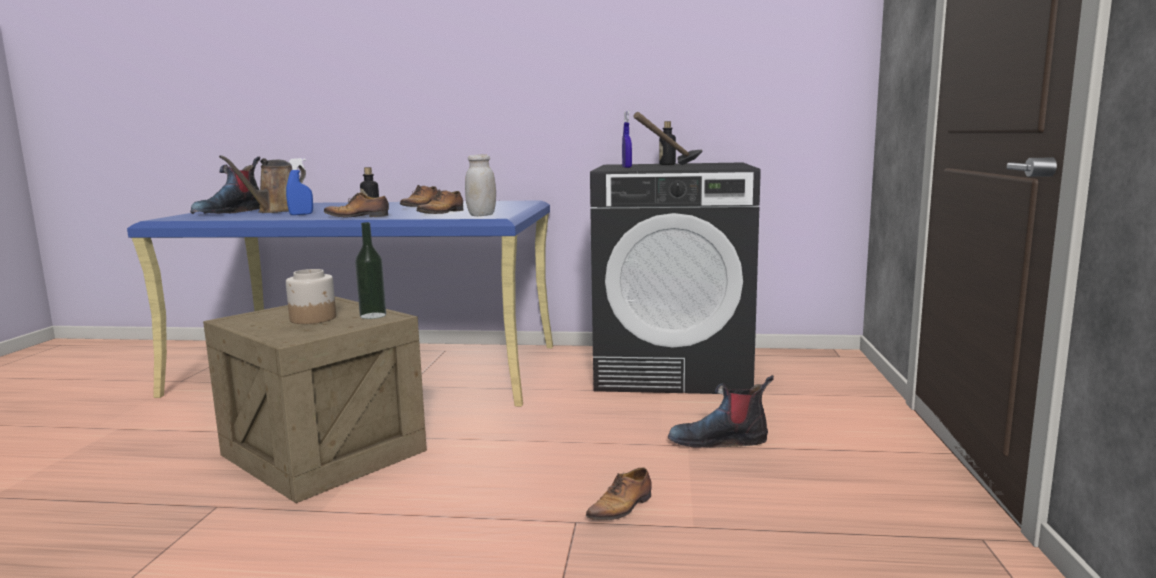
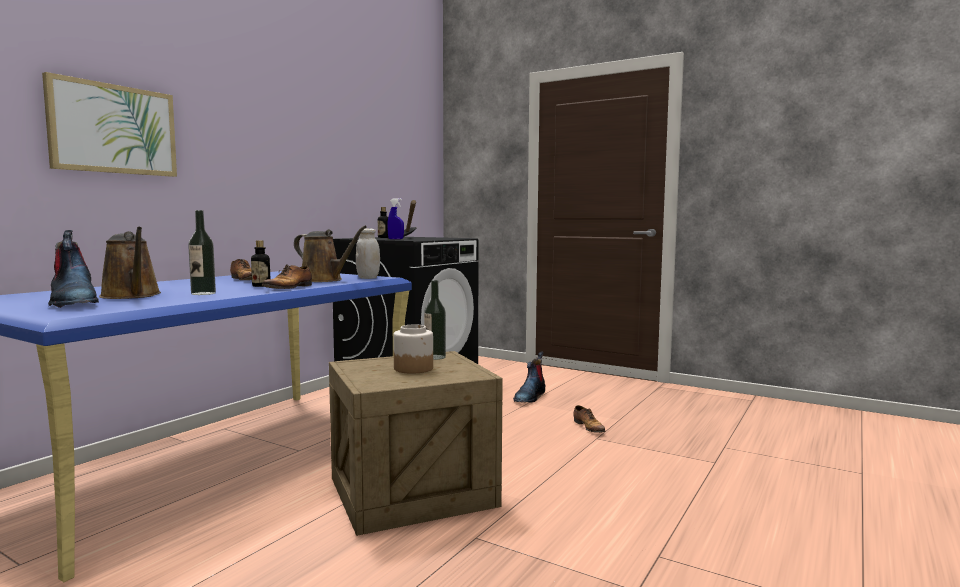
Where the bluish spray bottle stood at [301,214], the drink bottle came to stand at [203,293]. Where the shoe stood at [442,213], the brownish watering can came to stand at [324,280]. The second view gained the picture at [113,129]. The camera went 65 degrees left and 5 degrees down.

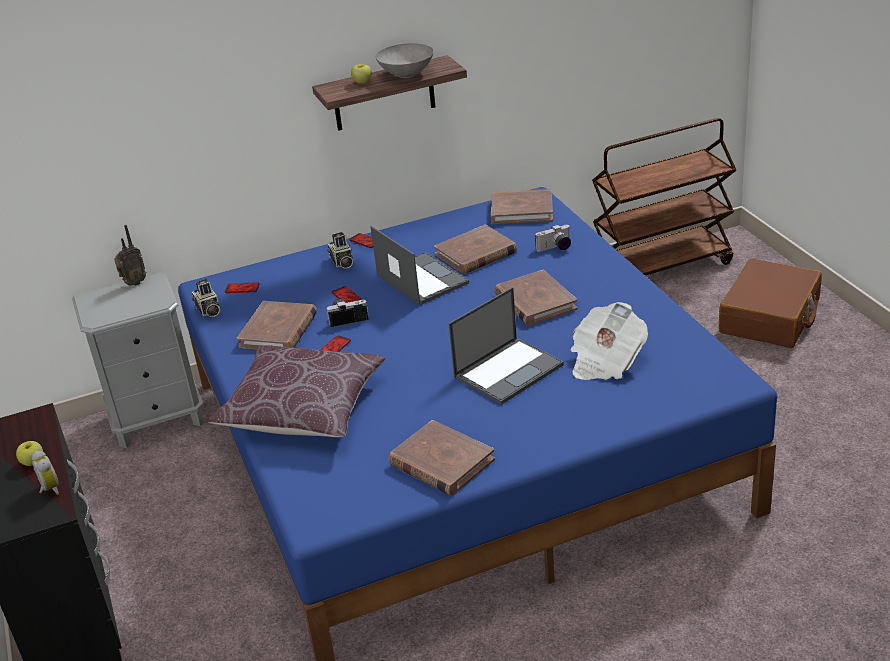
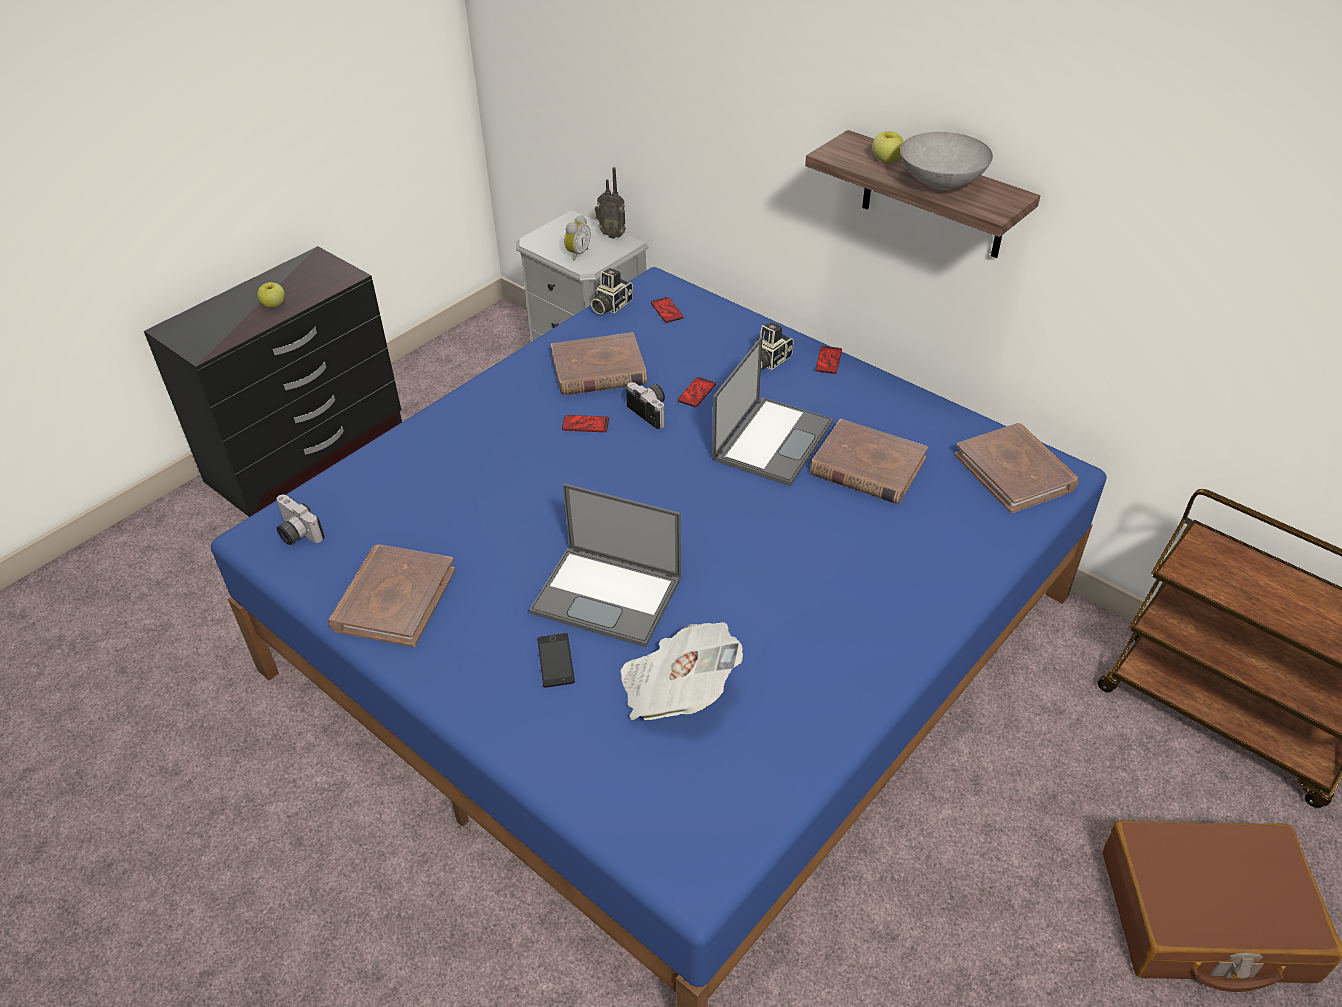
The alarm clock ended up elsewhere, having gone from [49,489] to [577,254]. The second view lost the brownish pillow at [303,409]. The second view lost the brownish volume at [535,302]. The still camera ended up elsewhere, having gone from [555,248] to [296,533]. The second view gained the telephone at [555,660]. The camera went 60 degrees right and 10 degrees up.

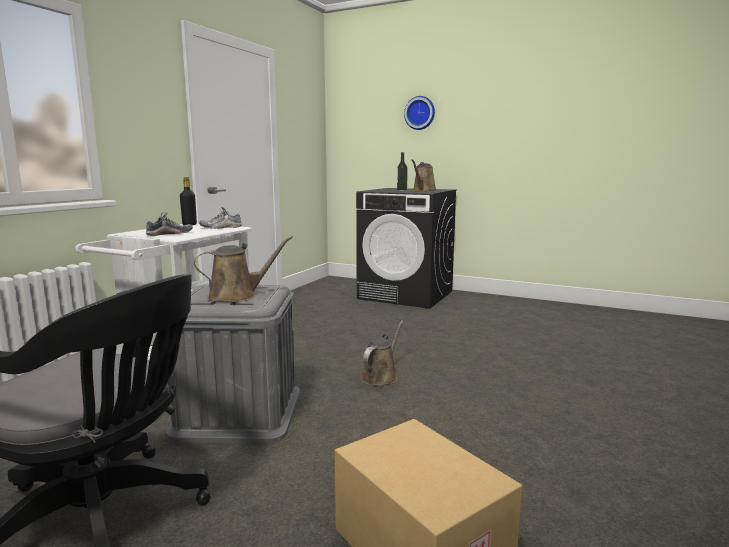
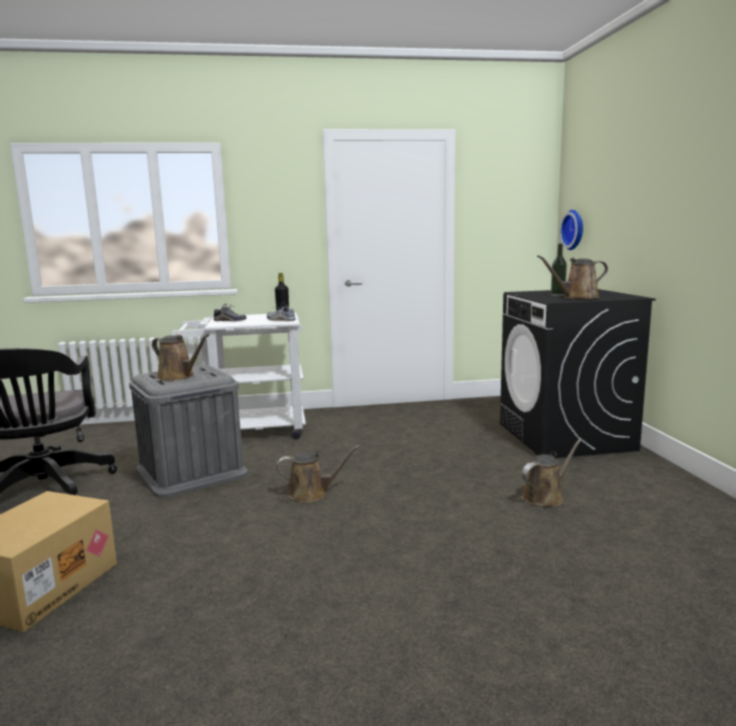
The clock on the wall ended up elsewhere, having gone from [420,113] to [574,230]. The second view gained the brownish watering can at [545,497]. The camera went 55 degrees right and 0 degrees up.

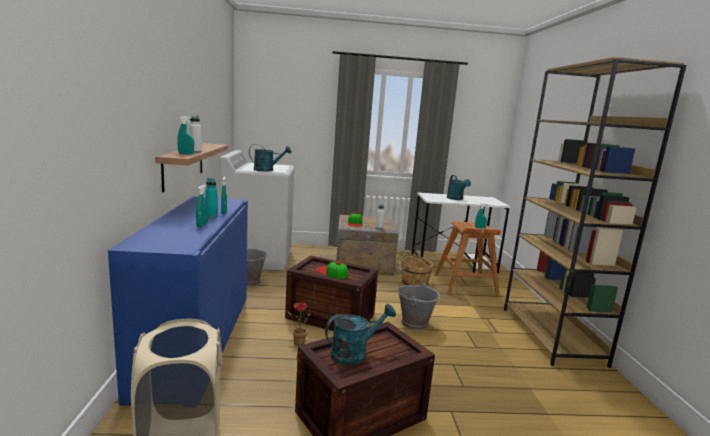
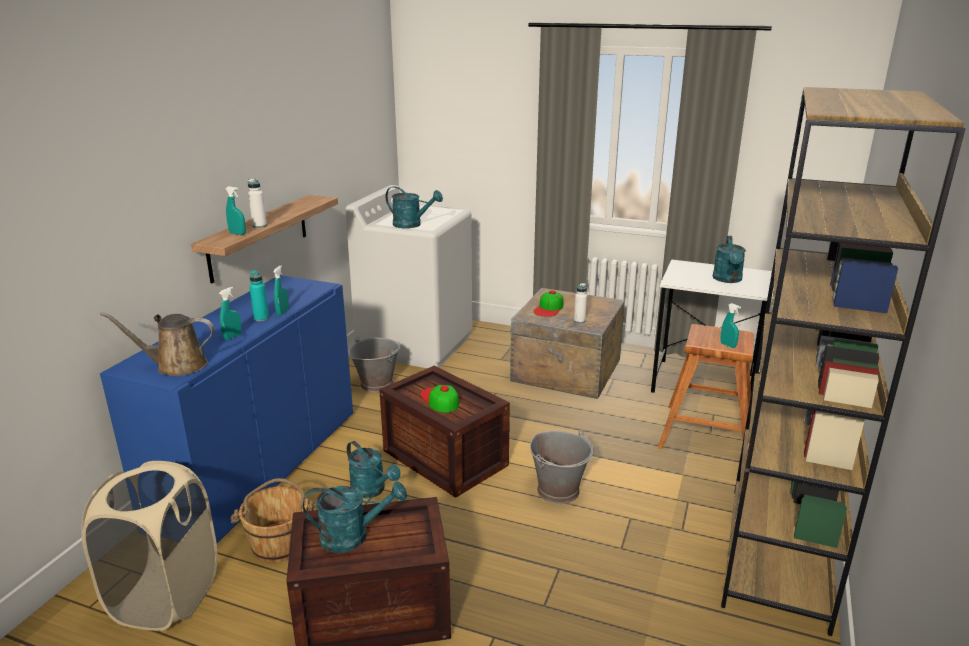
Where the houseplant stood at [297,342], the turquoise watering can came to stand at [372,490]. The brownish water bucket ended up elsewhere, having gone from [414,283] to [279,543]. The second view gained the brownish watering can at [176,366]. The camera went 25 degrees right and 10 degrees up.

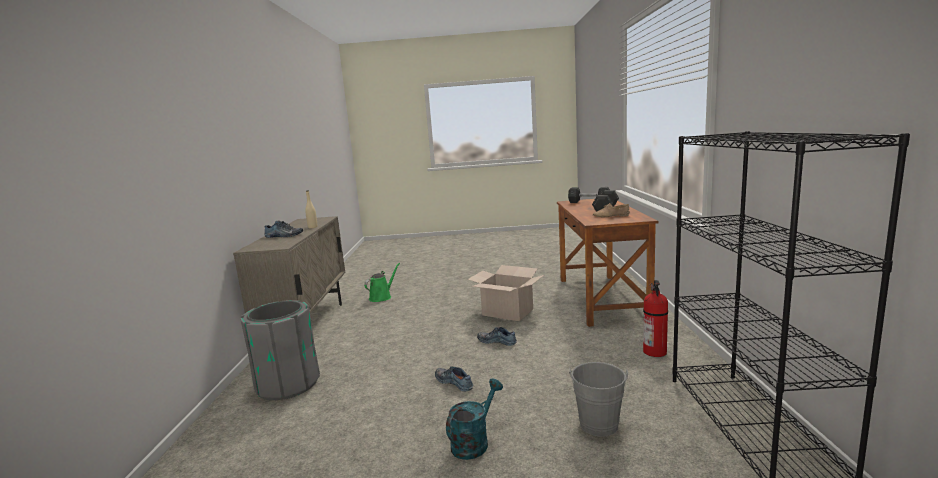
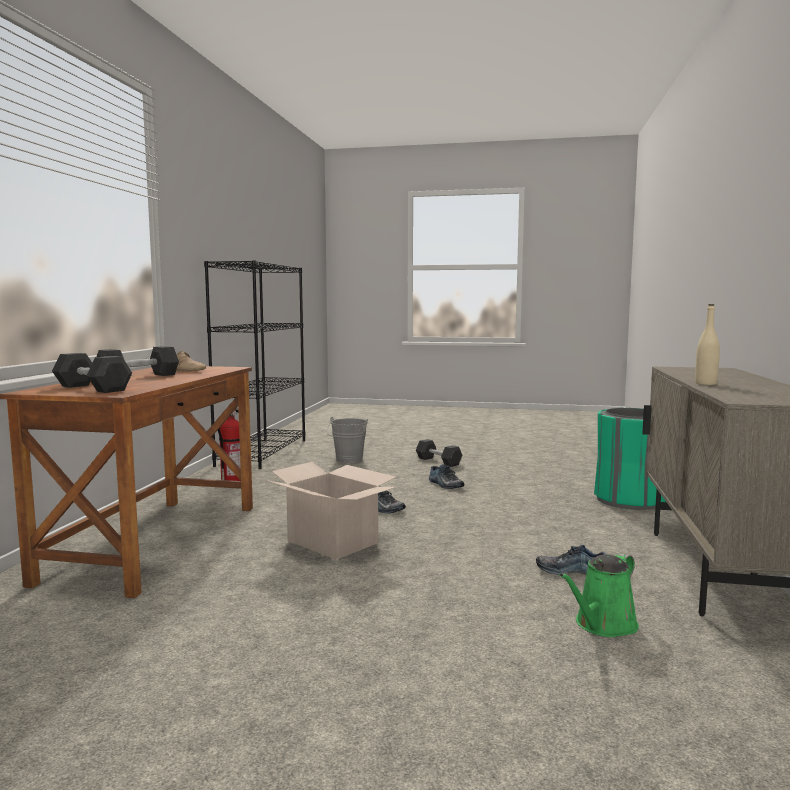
What was the greyish waste bin at [287,384] turned into the green-coloured waste bin at [629,500]. The shoe ended up elsewhere, having gone from [283,236] to [571,570]. Where the turquoise watering can stood at [474,442], the greyish dumbbell came to stand at [438,461]. The camera went 170 degrees left and 5 degrees down.

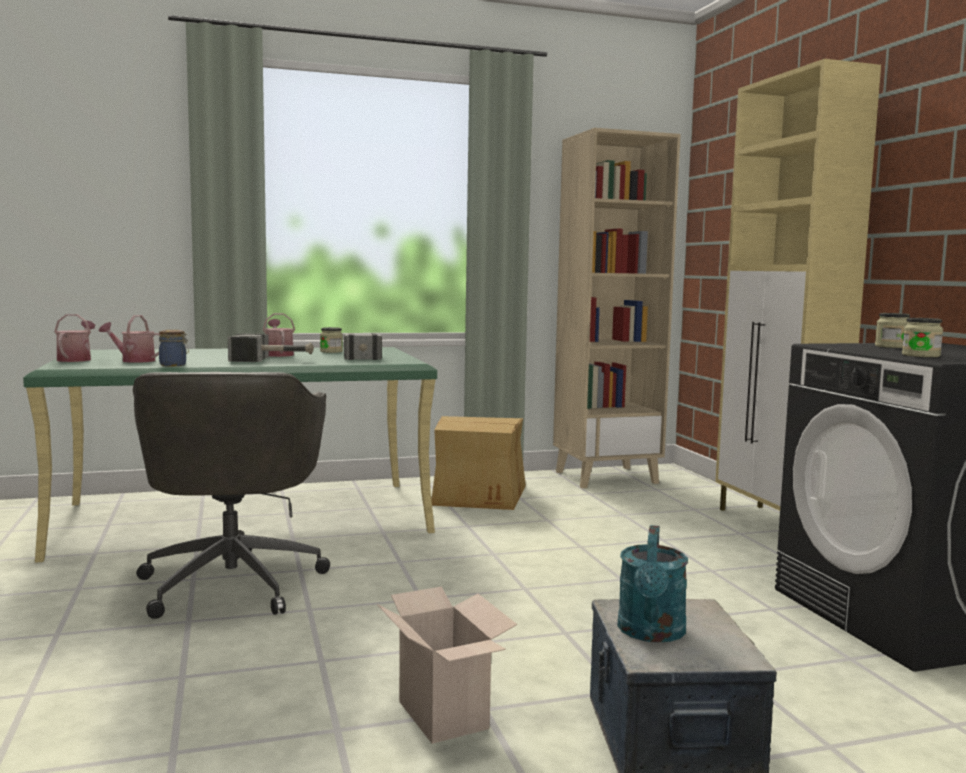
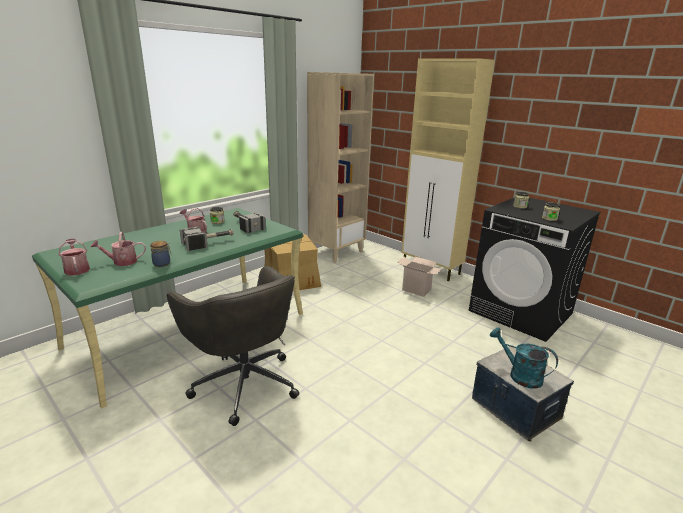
The cardboard box ended up elsewhere, having gone from [446,716] to [417,290]. The turquoise watering can at [651,633] ended up facing another way, 150 degrees clockwise from before. The camera went 30 degrees left and 15 degrees up.

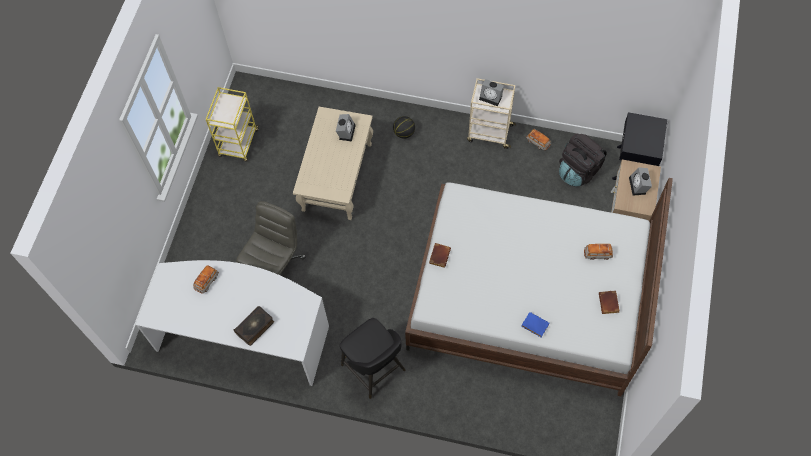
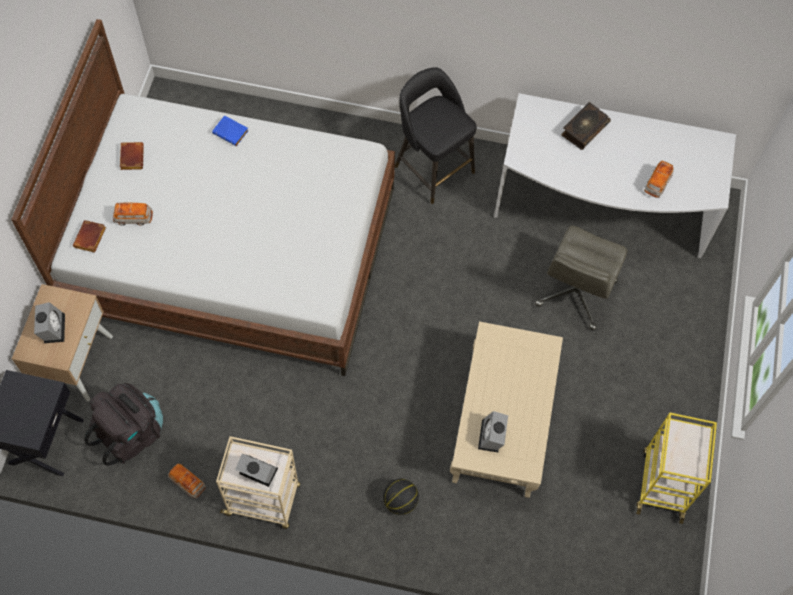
The brownish volume ended up elsewhere, having gone from [439,255] to [90,239]. The camera went 175 degrees right and 0 degrees up.

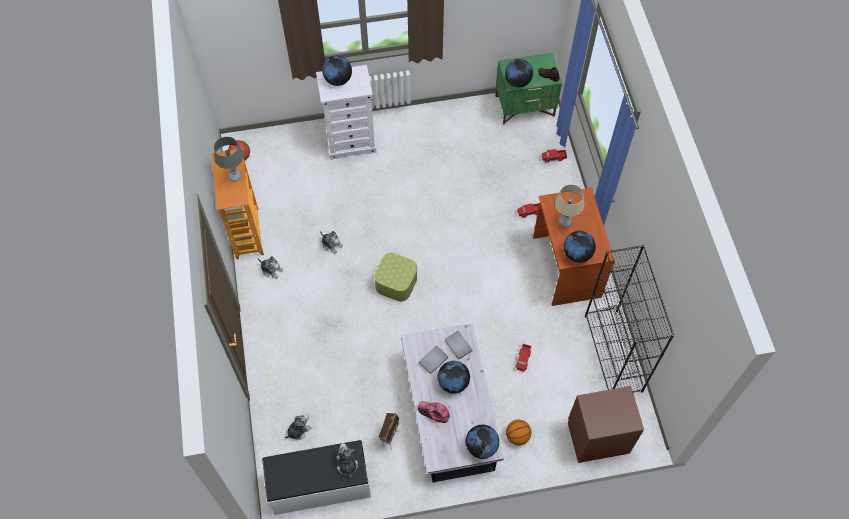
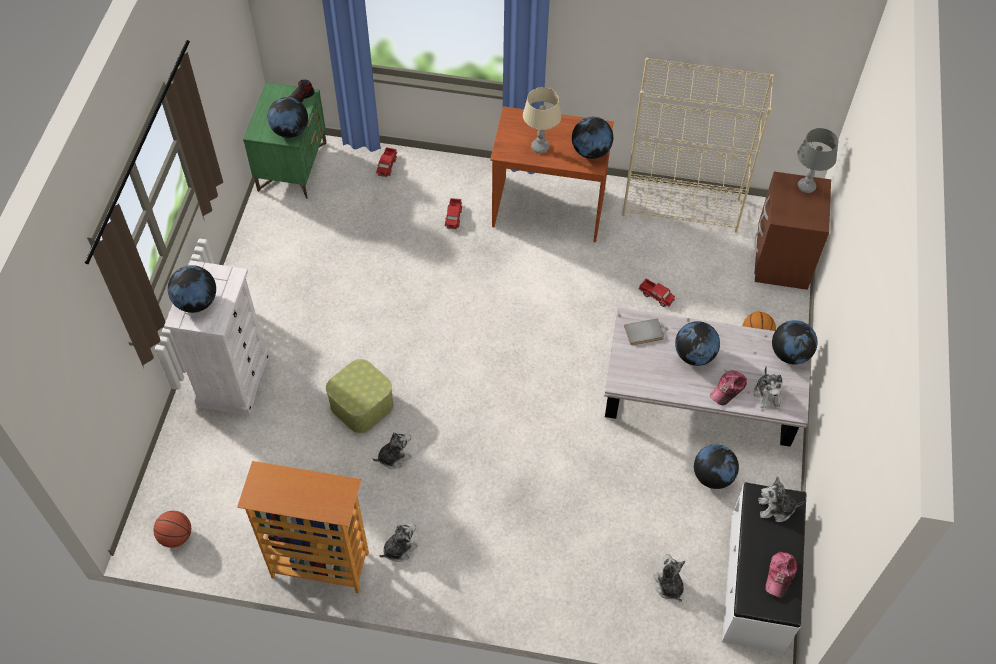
The greyish tabletop lamp ended up elsewhere, having gone from [235,176] to [806,187]. The storage bin ended up elsewhere, having gone from [396,282] to [361,405]. Where the miniature house stood at [389,436], the desk globe came to stand at [712,476]. The second view lost the greyish volume at [434,361]. What was the black-coloured shelving unit at [613,354] turned into the beige shelving unit at [682,207]. The second view gained the cuddly toy at [767,394]. The second view gained the peaked cap at [780,575]. The camera went 70 degrees left and 5 degrees down.

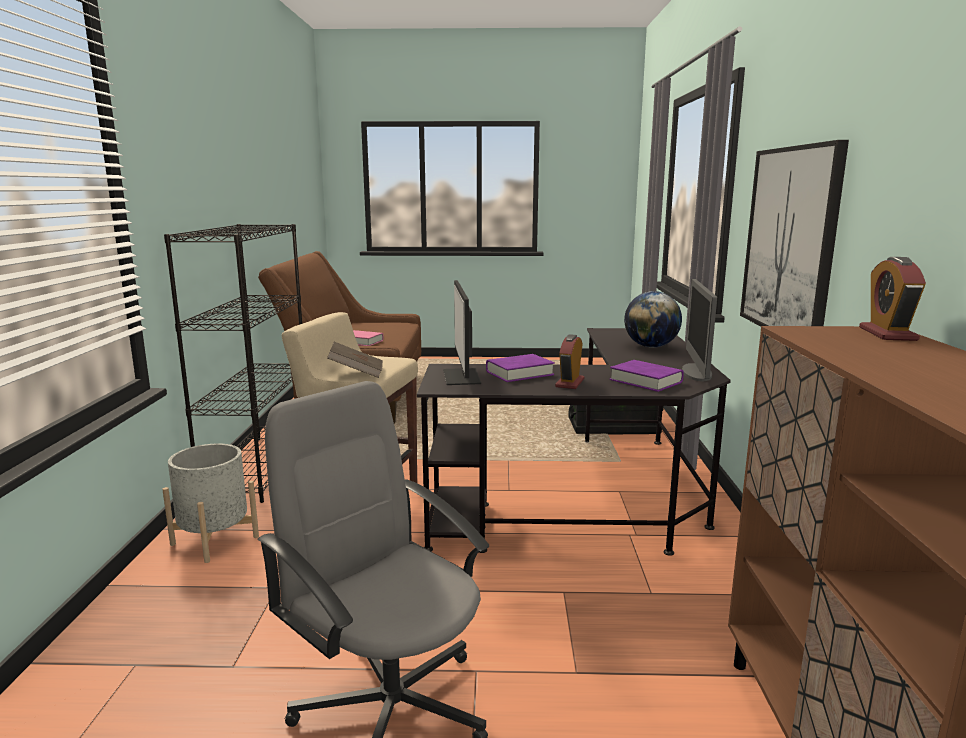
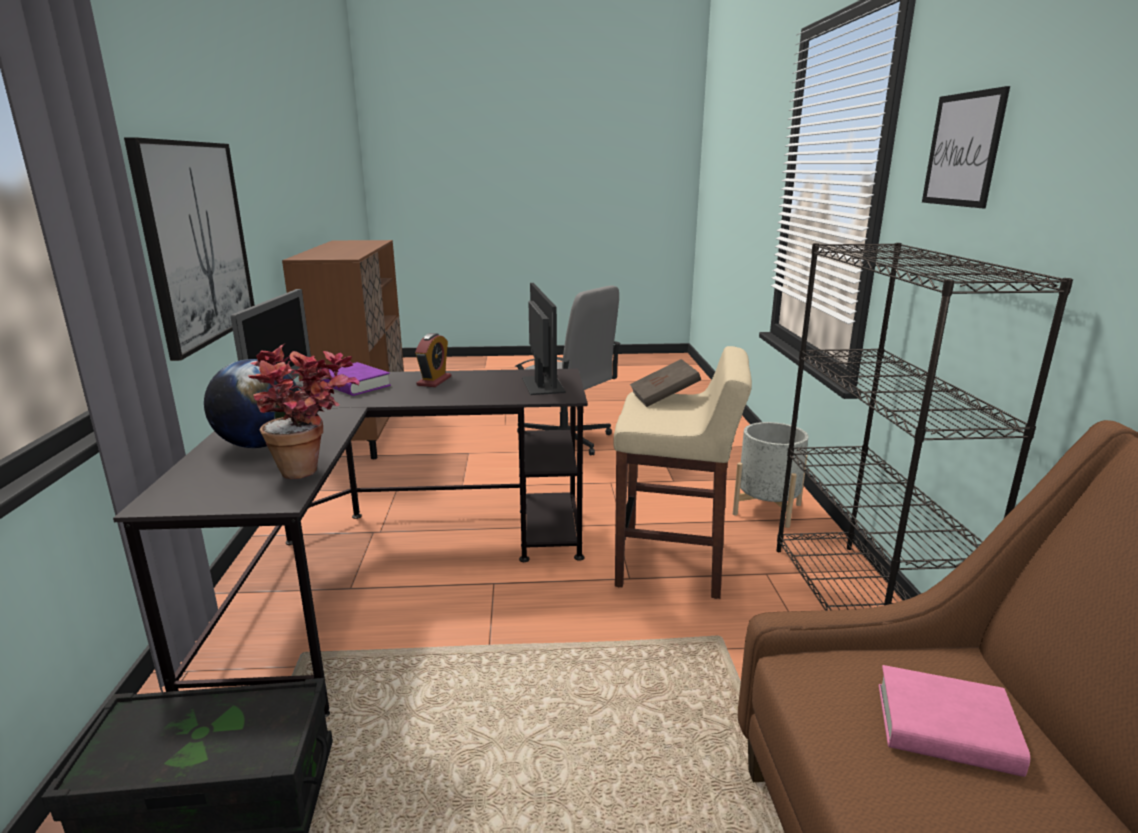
The second view lost the purple volume at [519,373]. The second view lost the alarm clock at [887,334]. The second view gained the houseplant at [314,471]. The second view gained the picture at [963,150]. The camera went 175 degrees right and 5 degrees up.

